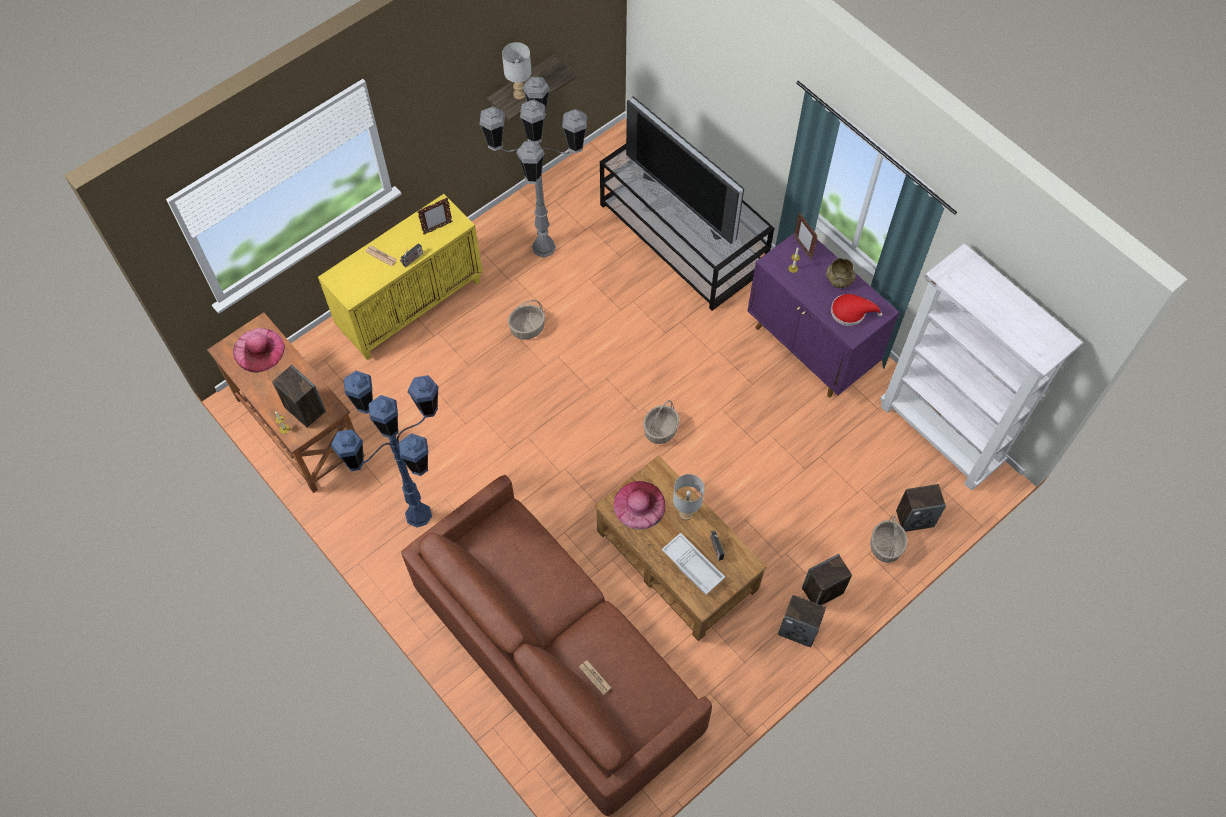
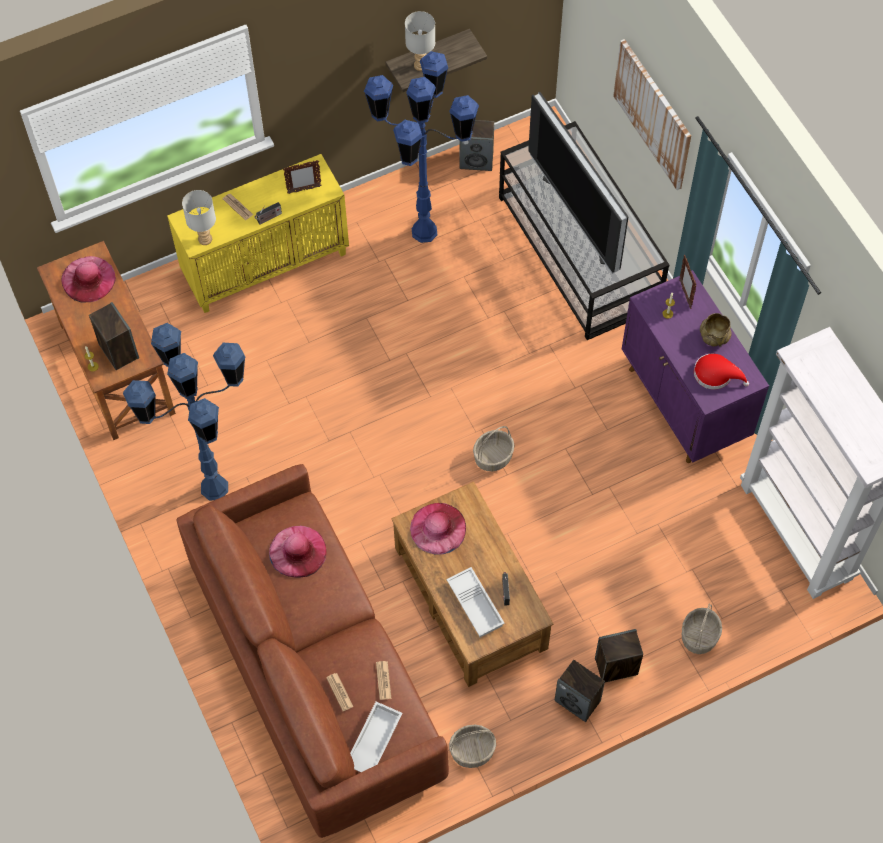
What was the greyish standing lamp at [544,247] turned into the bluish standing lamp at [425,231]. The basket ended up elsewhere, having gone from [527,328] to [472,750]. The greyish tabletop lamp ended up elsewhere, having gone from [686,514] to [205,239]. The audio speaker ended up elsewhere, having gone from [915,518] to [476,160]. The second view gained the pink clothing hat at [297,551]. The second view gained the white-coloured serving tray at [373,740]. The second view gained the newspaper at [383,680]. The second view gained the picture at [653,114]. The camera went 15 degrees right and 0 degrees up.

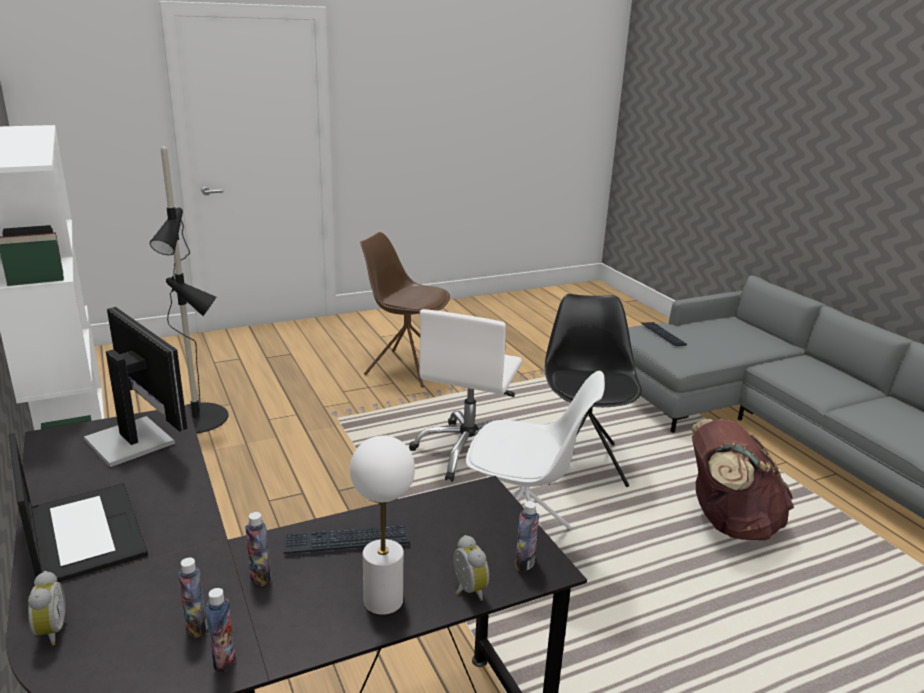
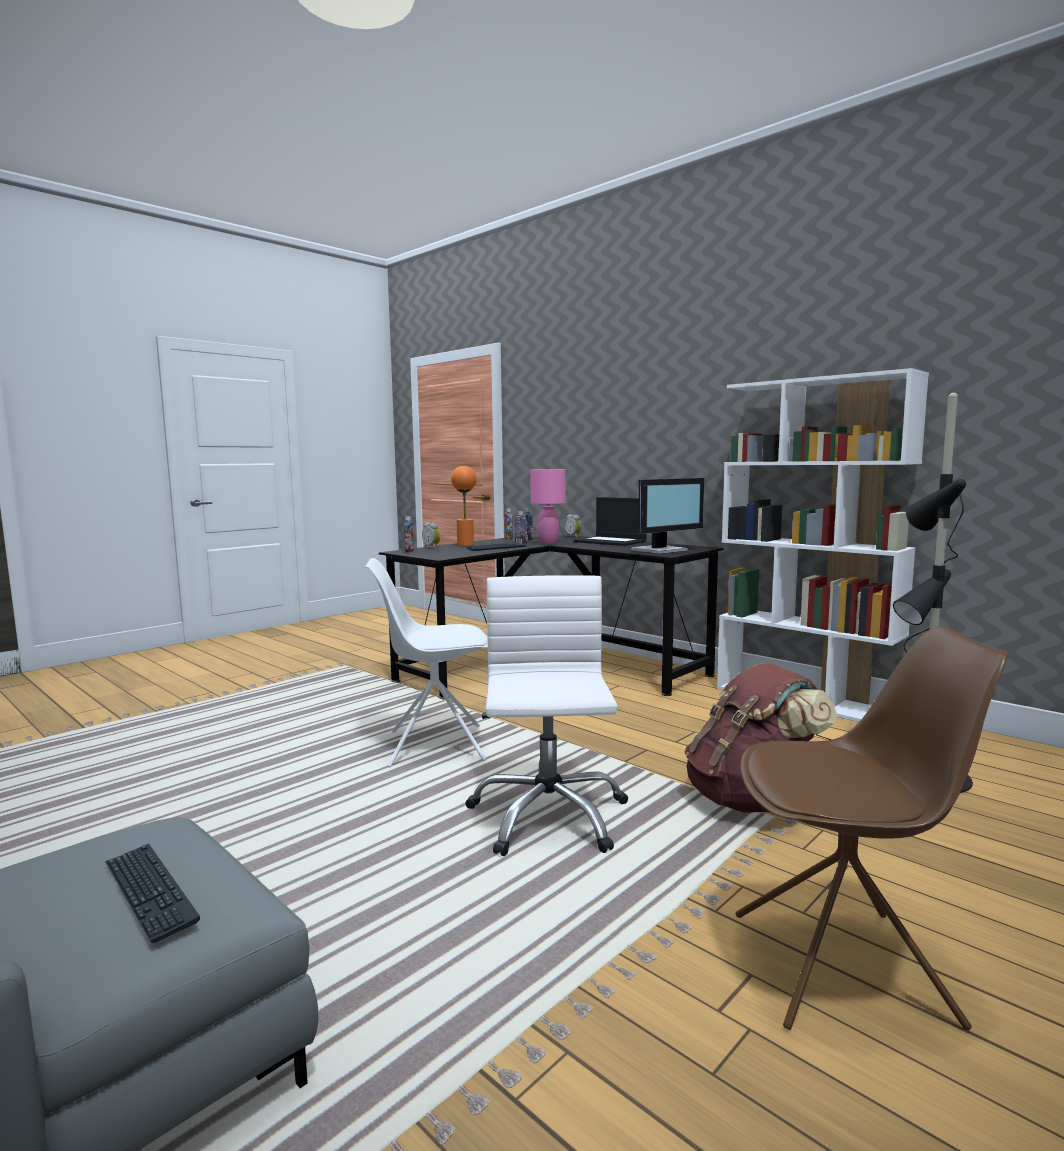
The computer screen at [133,440] ended up facing another way, 60 degrees counterclockwise from before. What was the white-coloured tabletop lamp at [382,600] turned into the orange tabletop lamp at [465,545]. The second view lost the black-coloured chair at [581,462]. The brownish backpack ended up elsewhere, having gone from [728,523] to [752,801]. The second view gained the pink tabletop lamp at [548,542]. The camera went 160 degrees right and 15 degrees down.

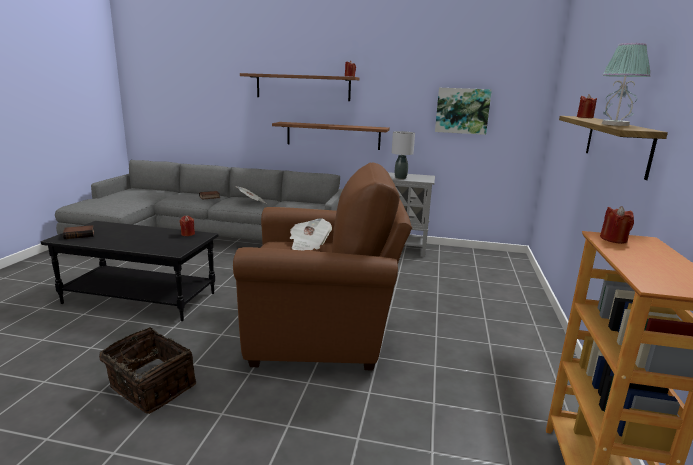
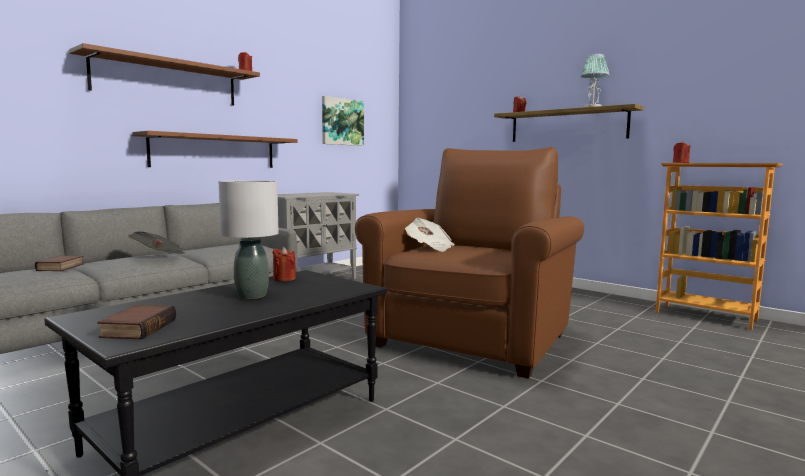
The second view lost the basket at [150,388]. The greyish tabletop lamp ended up elsewhere, having gone from [400,178] to [251,295]. The camera went 60 degrees left and 10 degrees down.

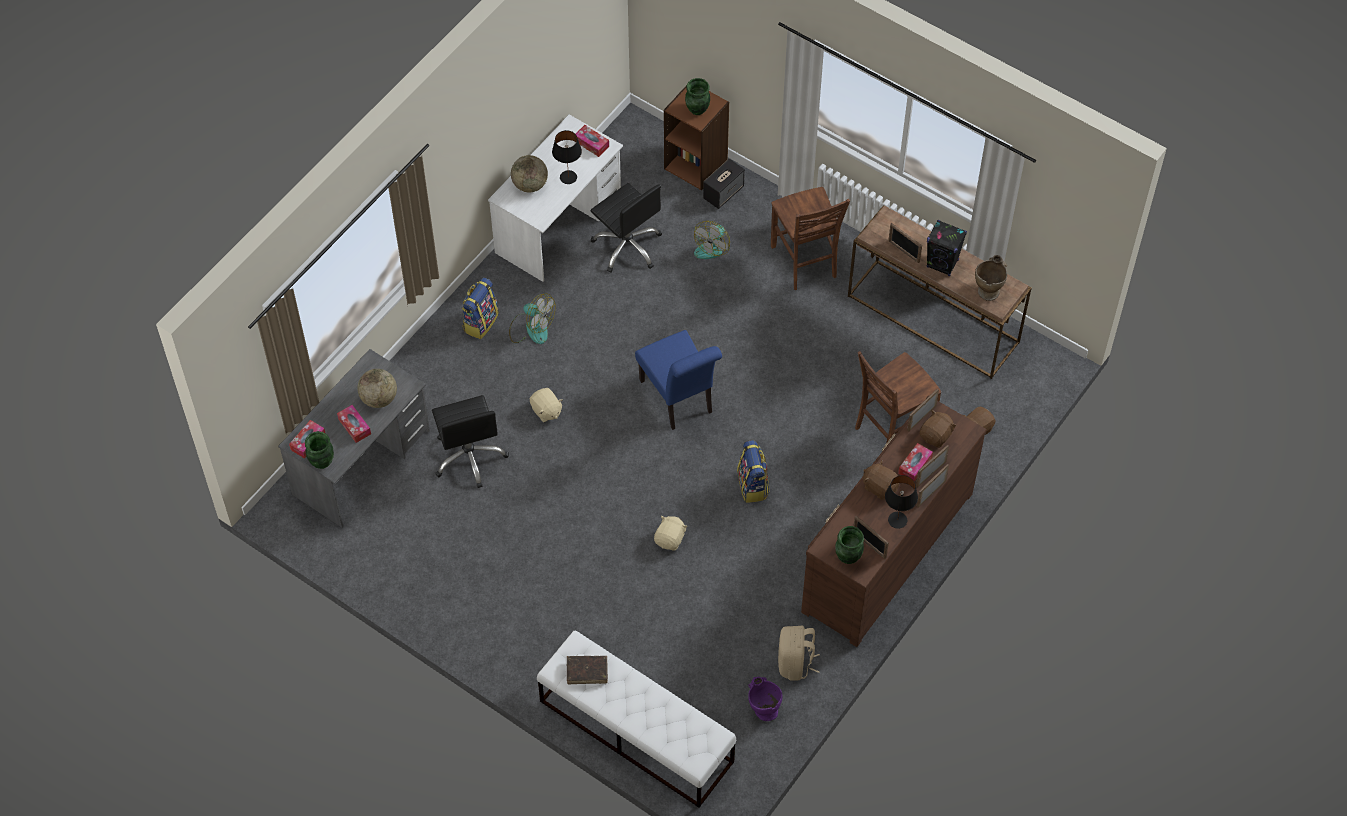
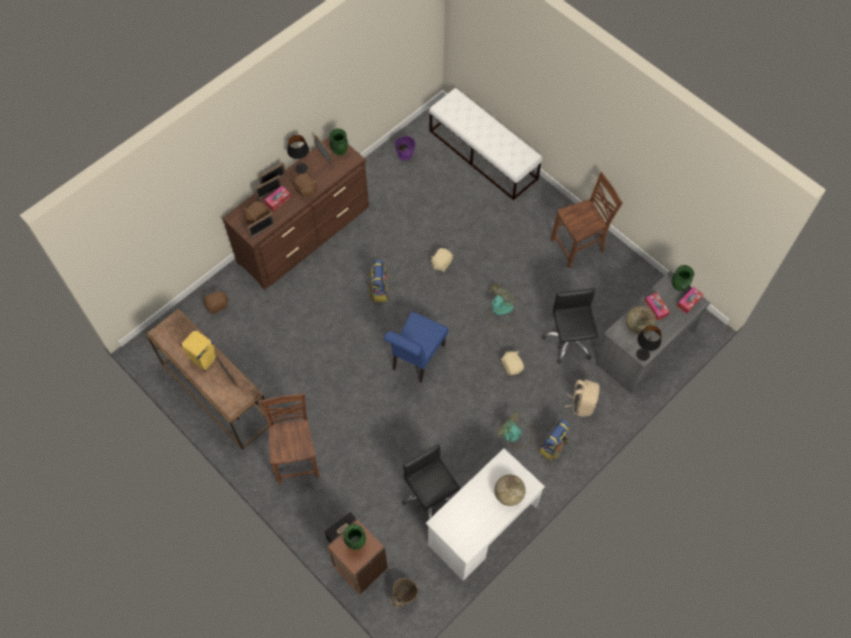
The black-coloured tabletop lamp ended up elsewhere, having gone from [568,177] to [643,354]. The second view lost the brownish volume at [587,671]. The second view lost the box of tissues at [591,144]. The bluish chair at [679,400] ended up facing another way, 135 degrees counterclockwise from before. The cooling fan ended up elsewhere, having gone from [712,246] to [499,311]. The beige backpack ended up elsewhere, having gone from [795,663] to [582,404]. The brownish chair ended up elsewhere, having gone from [891,430] to [578,246]. What was the black-coloured audio speaker at [942,264] turned into the yellow-coloured audio speaker at [203,360]. The beige vase ended up elsewhere, having gone from [989,288] to [404,597]. The camera went 170 degrees left and 5 degrees up.

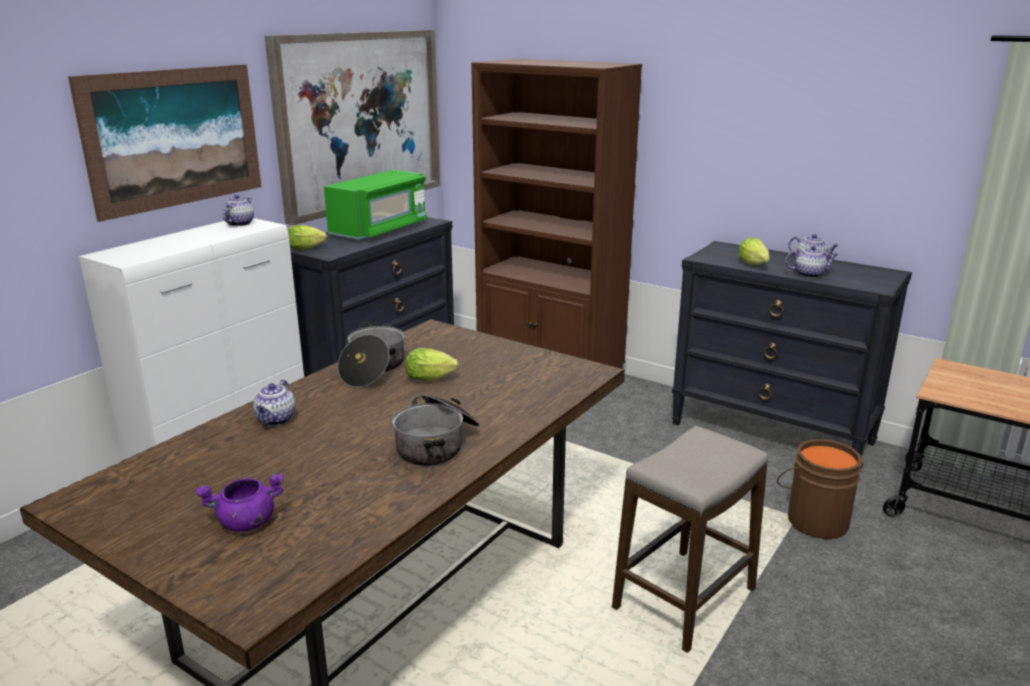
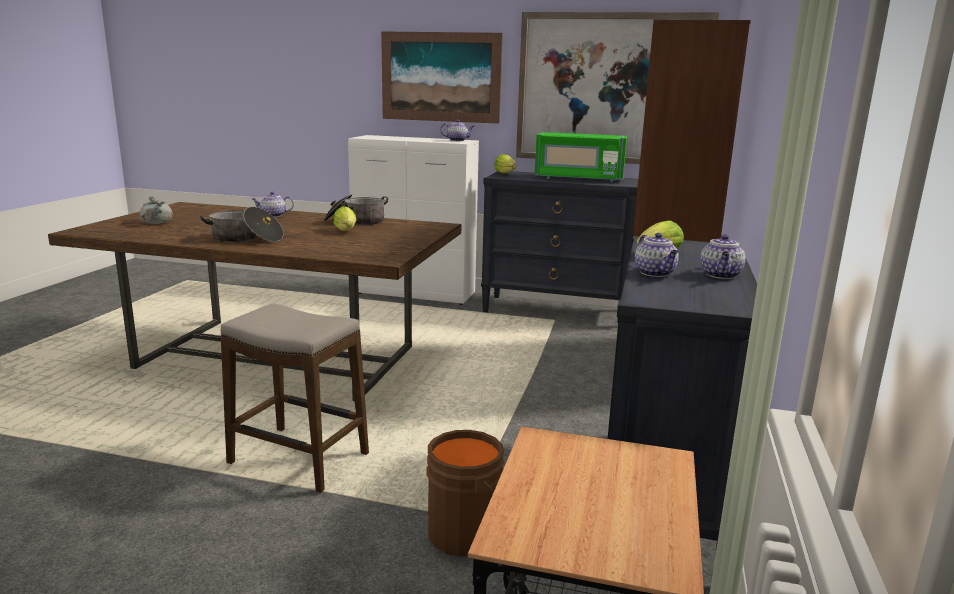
What was the purple saucepot at [246,523] turned into the greyish saucepot at [156,223]. The camera went 70 degrees right and 5 degrees down.

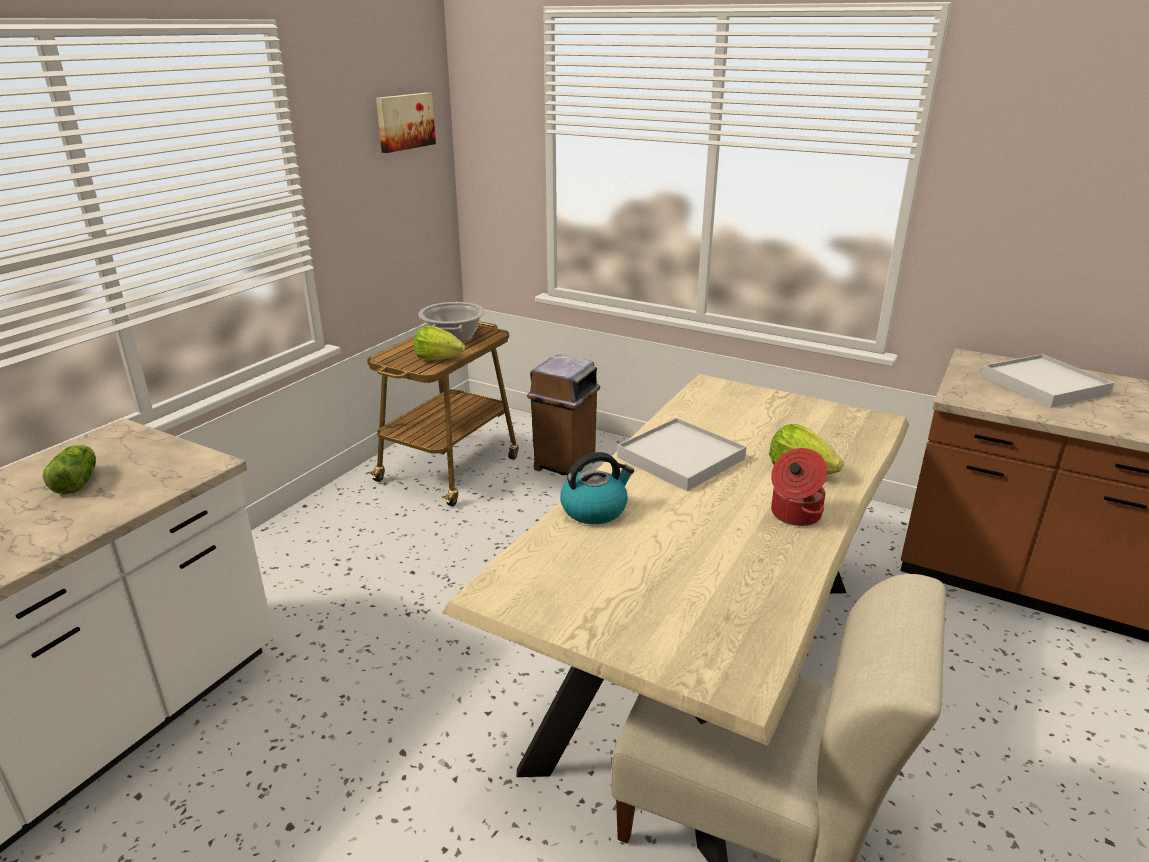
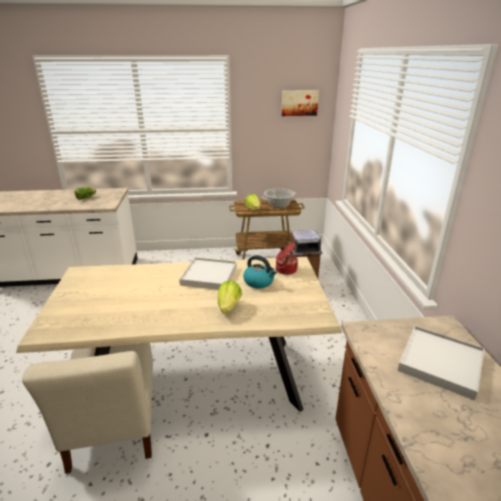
The tea kettle ended up elsewhere, having gone from [595,509] to [259,282]. The saucepot ended up elsewhere, having gone from [794,514] to [285,269]. The camera went 55 degrees right and 0 degrees up.

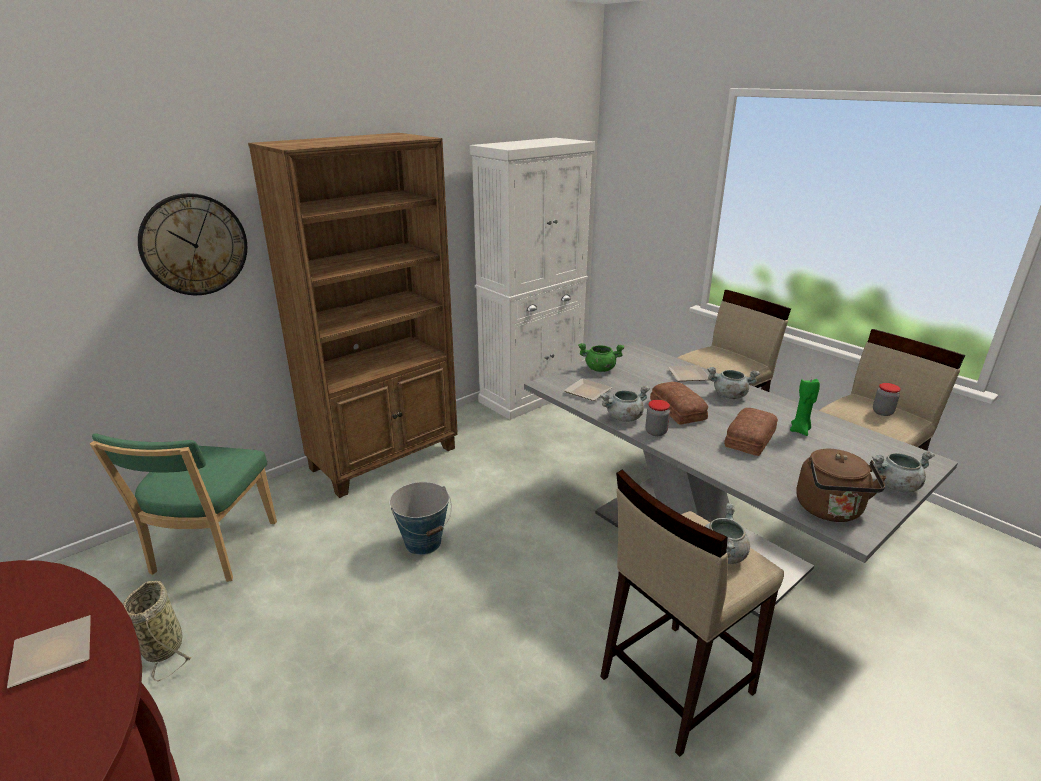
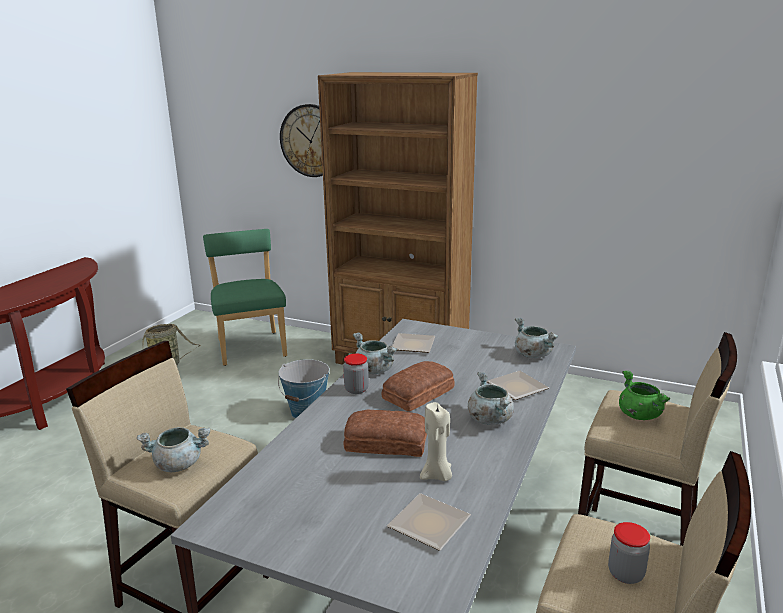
The flat dish ended up elsewhere, having gone from [50,656] to [426,525]. The green-coloured chair at [211,551] ended up facing another way, 90 degrees clockwise from before. The second view lost the white-coloured cupboard at [531,395]. The green-coloured saucepot ended up elsewhere, having gone from [599,369] to [639,415]. What was the green-coloured candle at [800,430] turned into the beige candle at [437,476]. The second view lost the brownish tea kettle at [830,510]. The greyish saucepot ended up elsewhere, having gone from [895,486] to [532,355]. The camera went 65 degrees right and 5 degrees down.

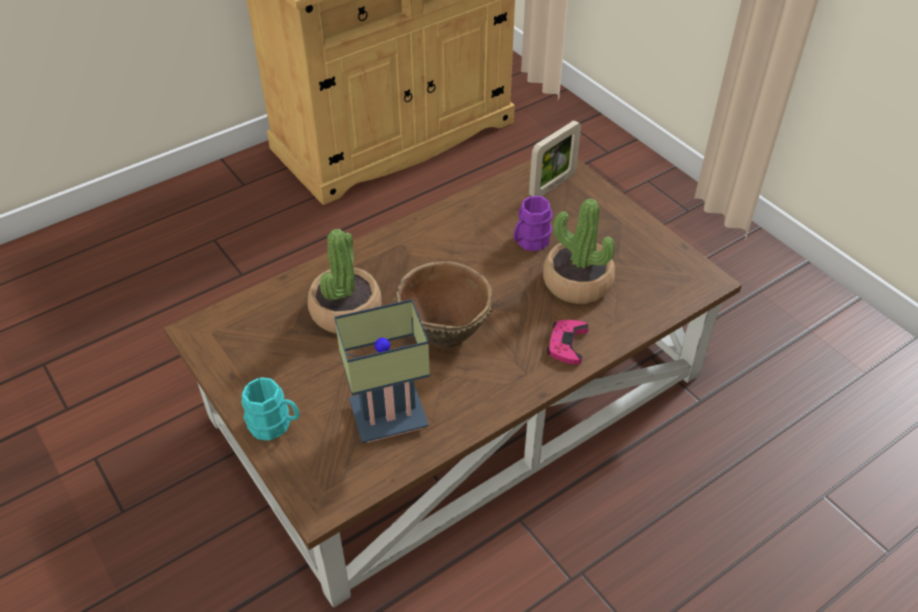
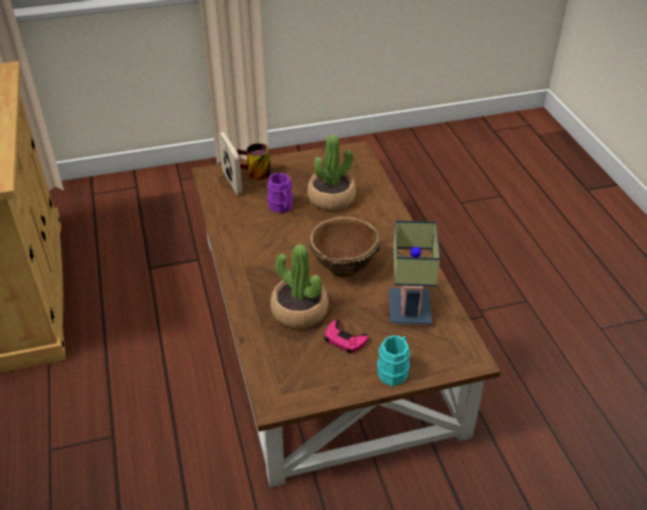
The pink gamepad ended up elsewhere, having gone from [567,344] to [344,340]. The second view gained the coffee mug at [254,173]. The camera went 70 degrees left and 5 degrees down.

